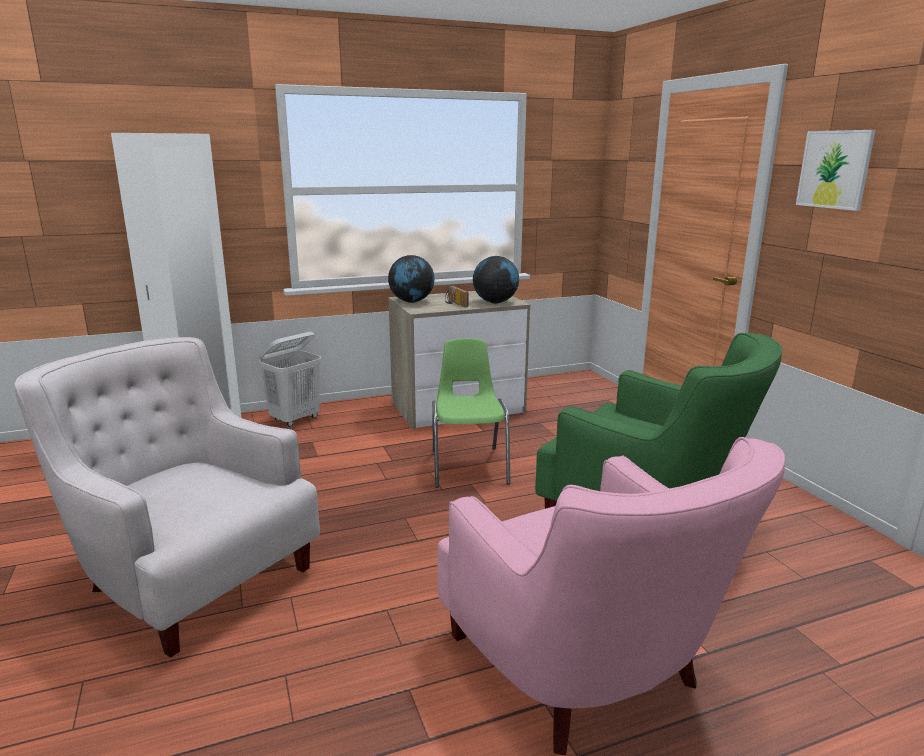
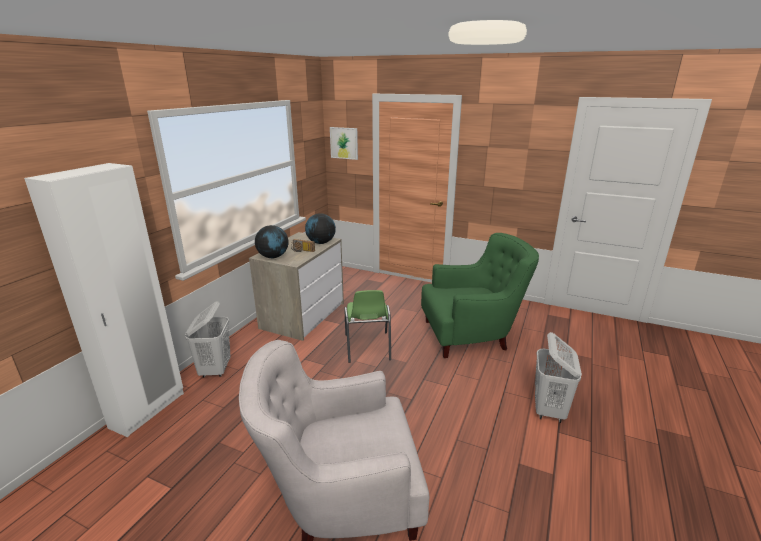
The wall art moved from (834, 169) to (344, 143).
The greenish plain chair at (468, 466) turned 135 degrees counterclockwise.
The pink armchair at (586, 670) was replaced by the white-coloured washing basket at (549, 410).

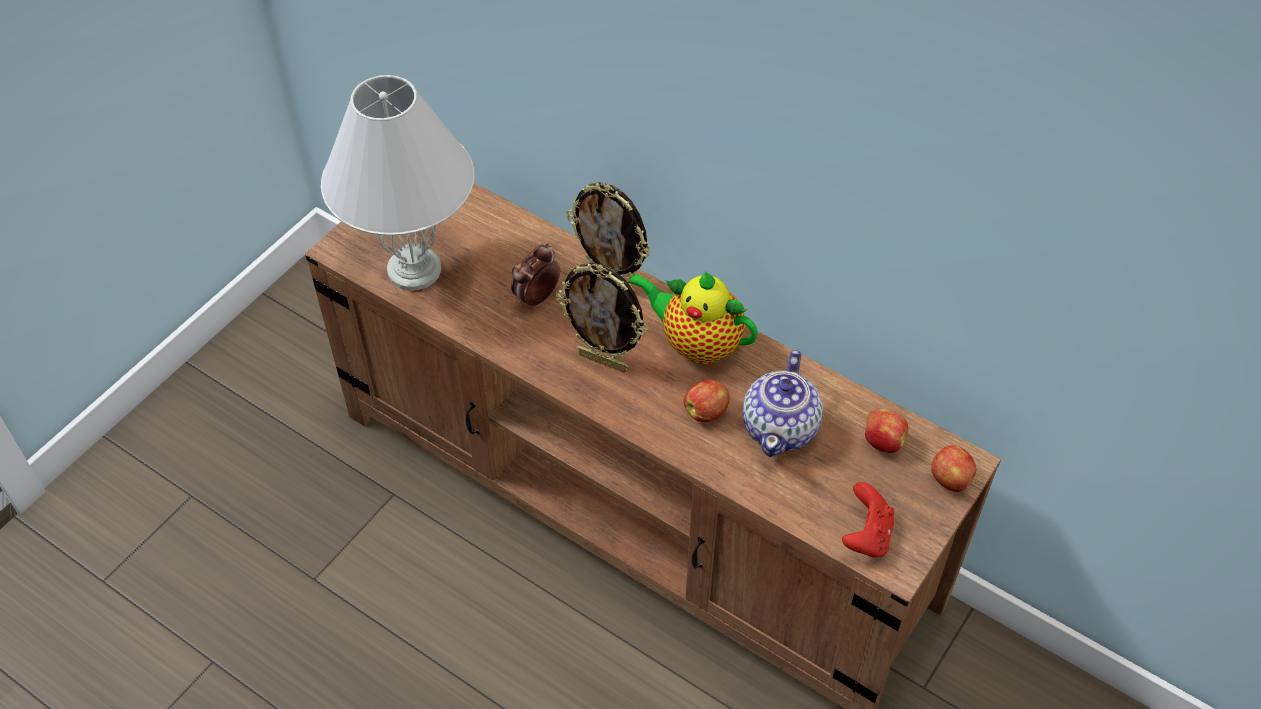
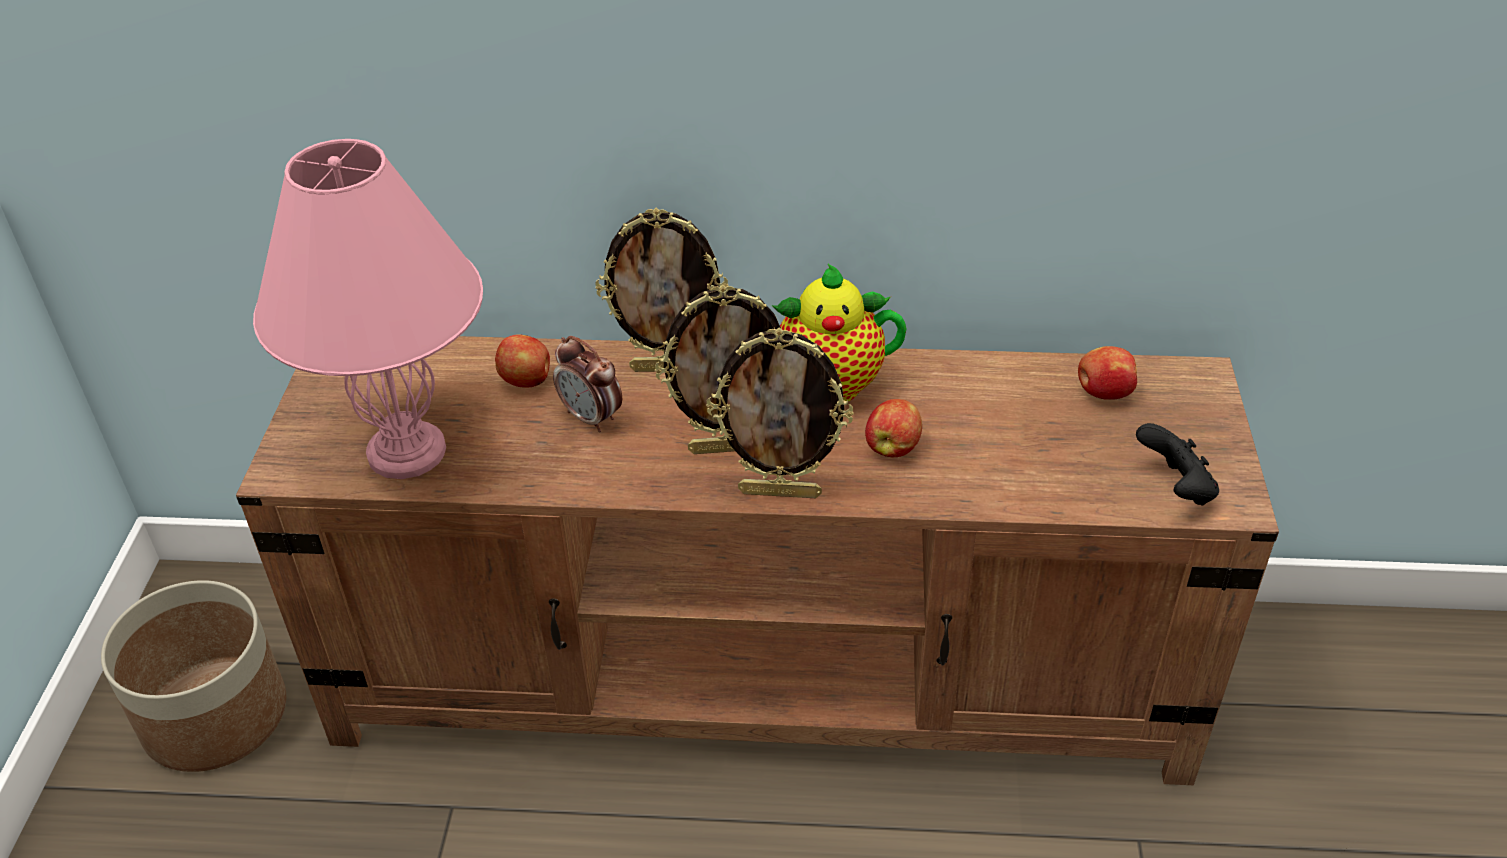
The flower pot at (216, 714) appeared.
The white-coloured tabletop lamp at (415, 269) became the pink tabletop lamp at (406, 450).
The apple fruit moved from (950, 480) to (527, 381).
The alarm clock at (537, 298) turned 60 degrees counterclockwise.
The standing frame at (780, 492) appeared.
The red joypad at (866, 535) became the black-coloured joypad at (1175, 488).
The pot for tea at (781, 427) disappeared.

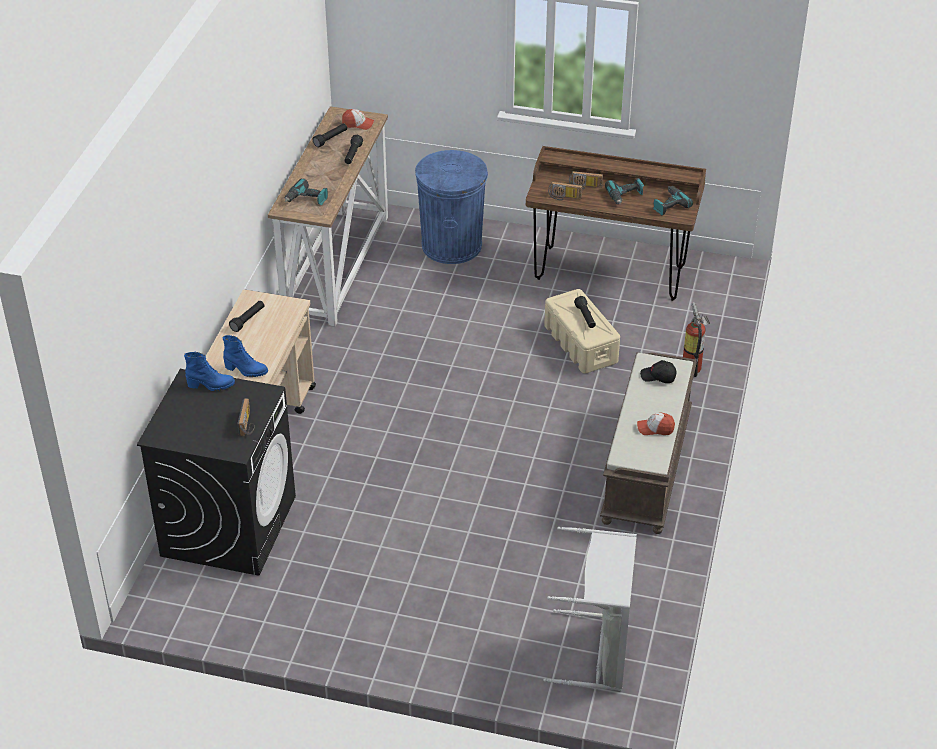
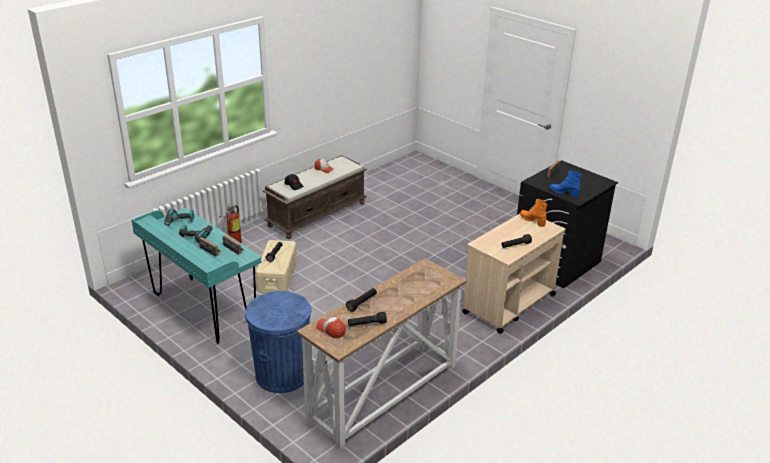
The brownish desk unit at (610, 273) became the turquoise desk unit at (203, 310).
The blue-coloured tall boot at (246, 370) became the orange-coloured tall boot at (532, 220).
The drill at (306, 199) disappeared.
The grey washing basket at (599, 652) disappeared.

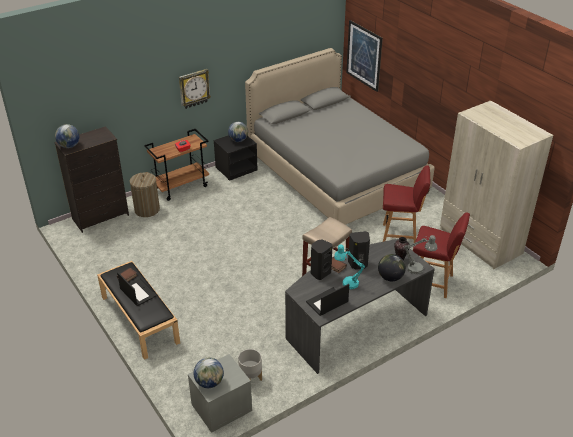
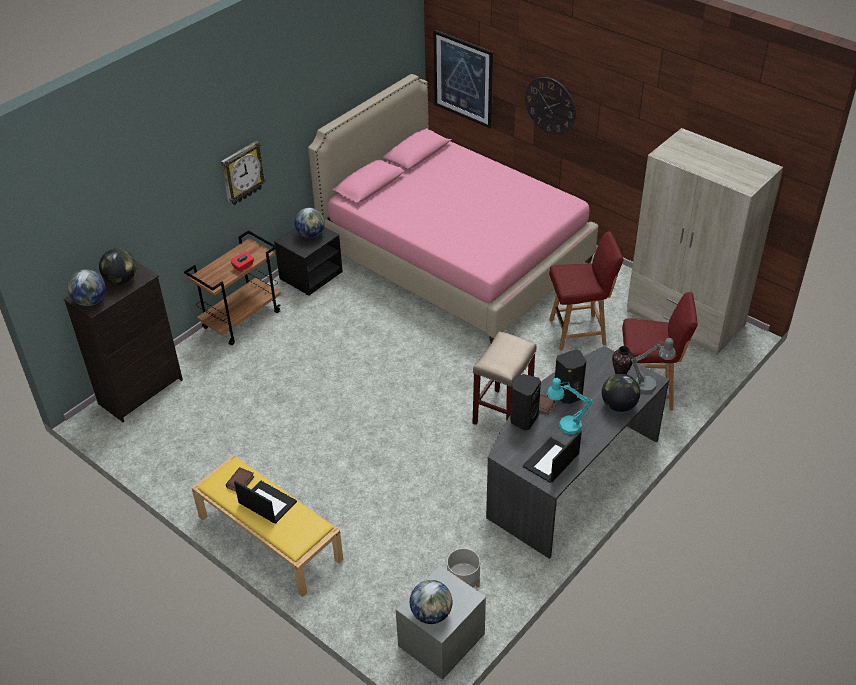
The desk globe at (121, 280) appeared.
The black-coloured bench at (139, 319) became the yellow bench at (268, 538).
The grey bedroom bed at (336, 174) became the pink bedroom bed at (455, 256).
The wall clock at (550, 105) appeared.
The washing basket at (147, 209) disappeared.

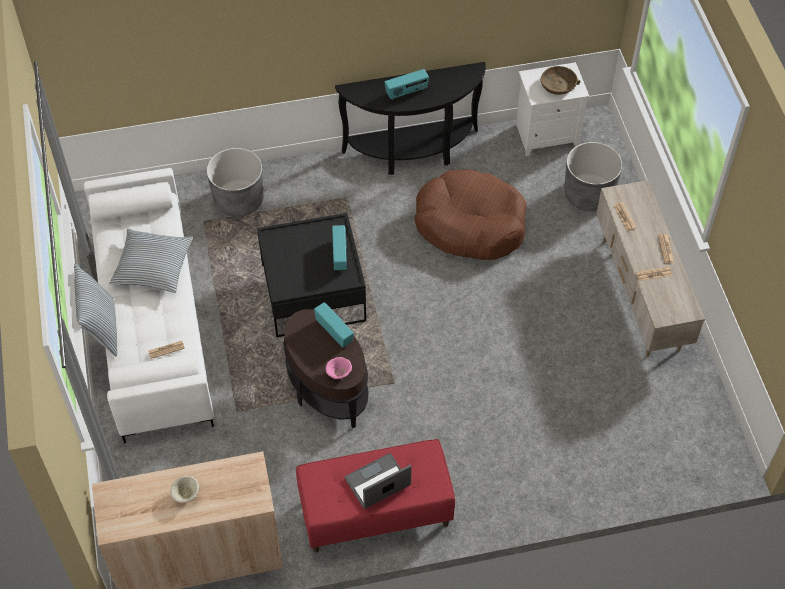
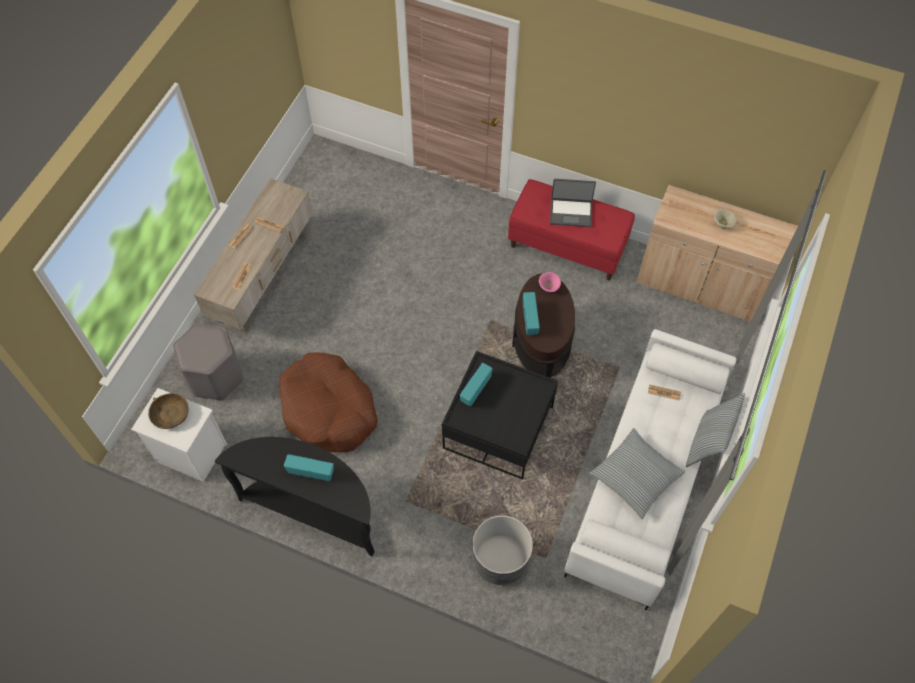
The grey flower pot at (588, 194) was replaced by the grey sitting stool at (215, 377).

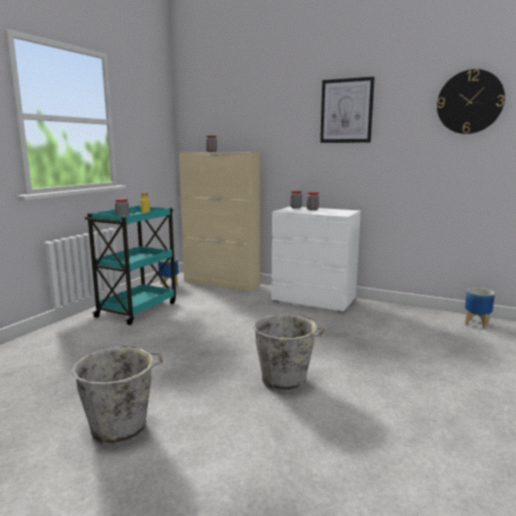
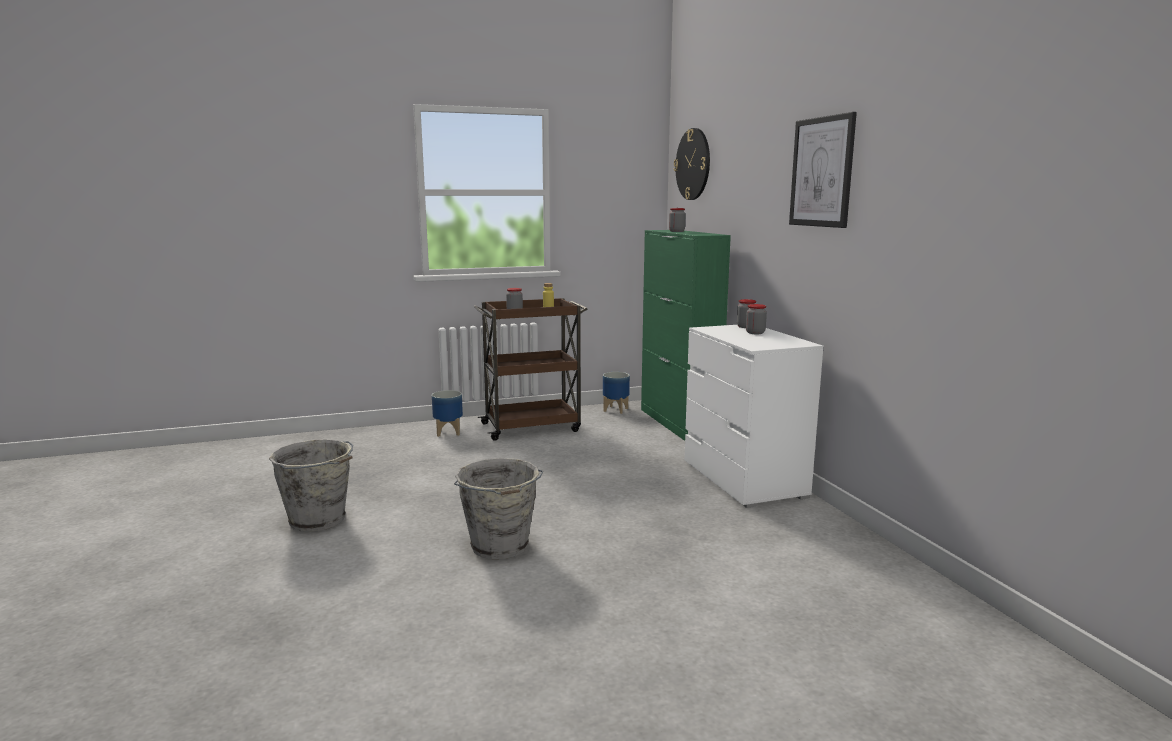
The flower pot moved from (476, 323) to (449, 432).
The turquoise trolley at (138, 309) became the brownish trolley at (532, 427).
The sand-coloured cupboard at (222, 283) became the greenish cupboard at (678, 423).
The wall clock moved from (469, 102) to (693, 164).

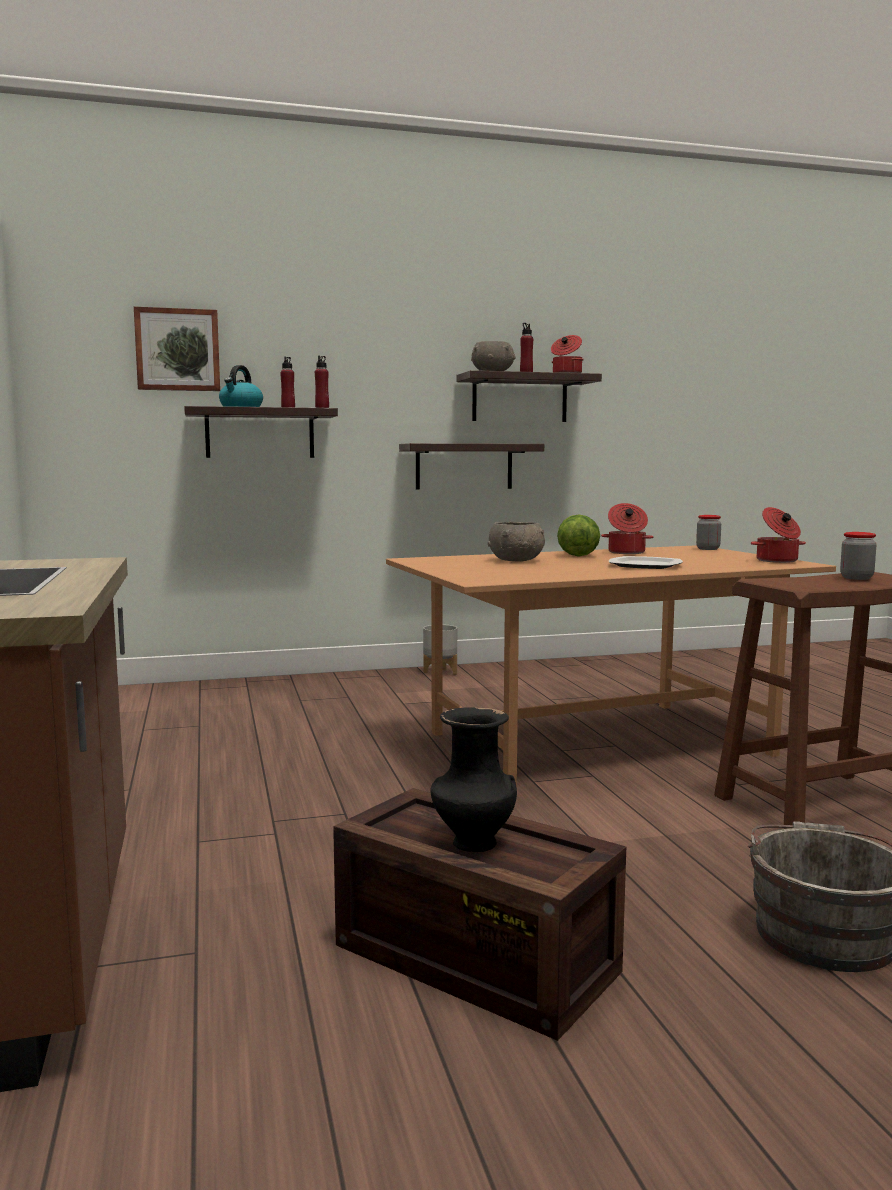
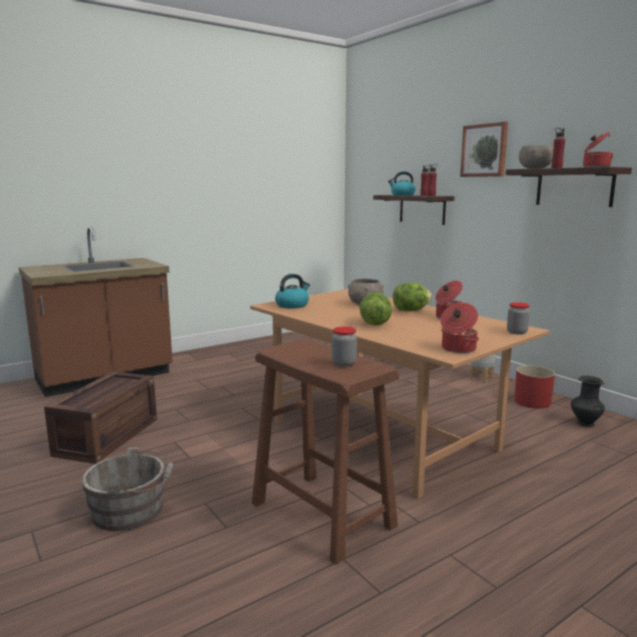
The tea kettle at (292, 305) appeared.
The dinner plate at (645, 565) was replaced by the head of lettuce at (375, 323).
The wall art moved from (177, 350) to (484, 150).
The red flower pot at (532, 402) appeared.
The black-coloured decorative vase moved from (472, 843) to (584, 423).
The bracket shelf at (464, 466) disappeared.

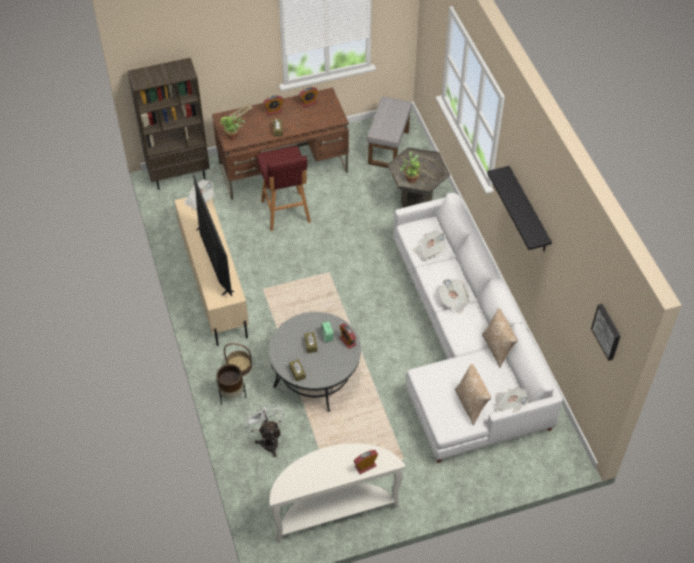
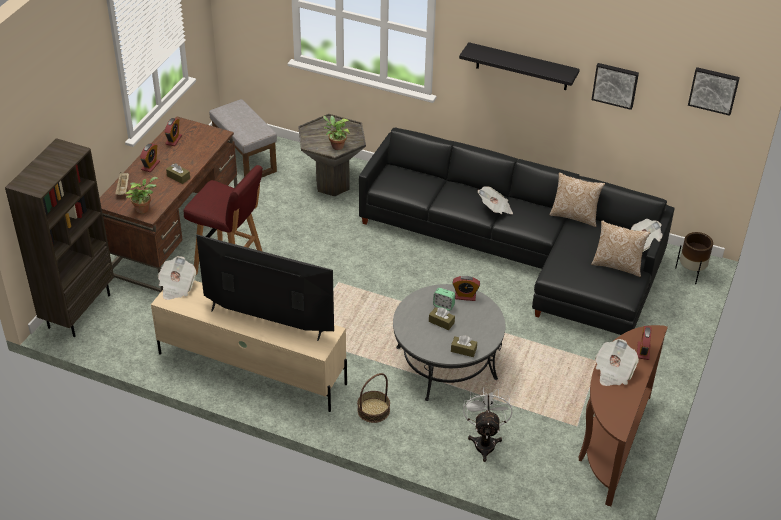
The white-coloured settee at (465, 347) became the black-coloured settee at (522, 252).
The white-coloured electric fan at (268, 440) turned 75 degrees clockwise.
The white-coloured console table at (333, 510) became the brownish console table at (610, 443).
The wall art at (615, 85) appeared.
The newspaper moved from (429, 250) to (613, 372).
The brownish flower pot moved from (232, 395) to (691, 272).

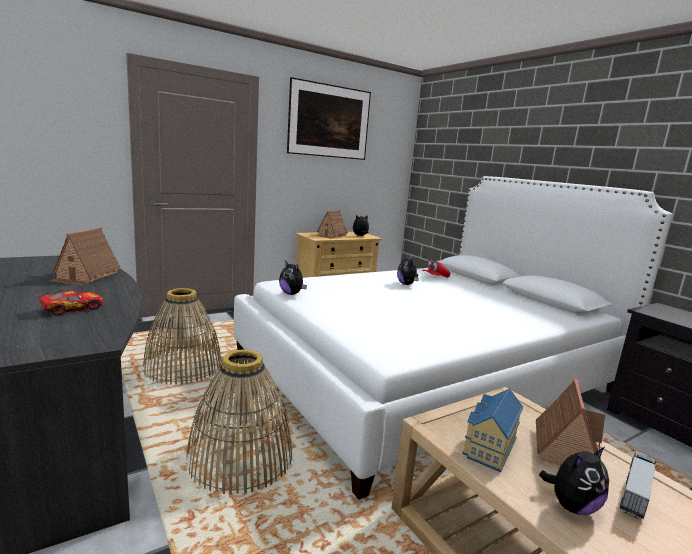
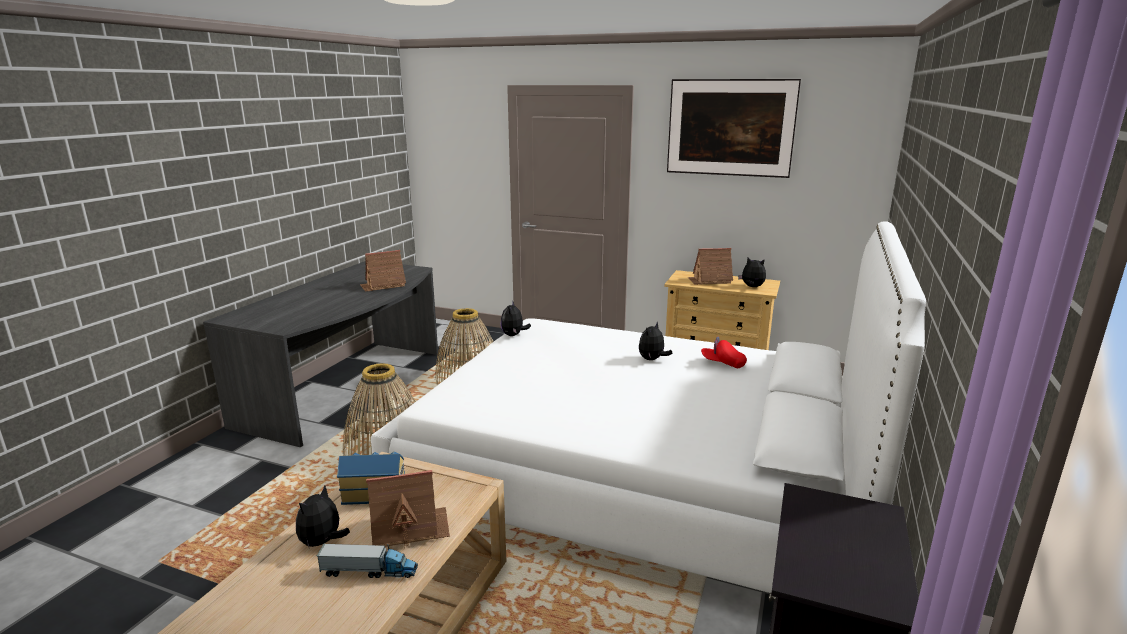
The cuddly toy at (572, 506) turned 90 degrees clockwise.
The toy car at (72, 309) disappeared.

